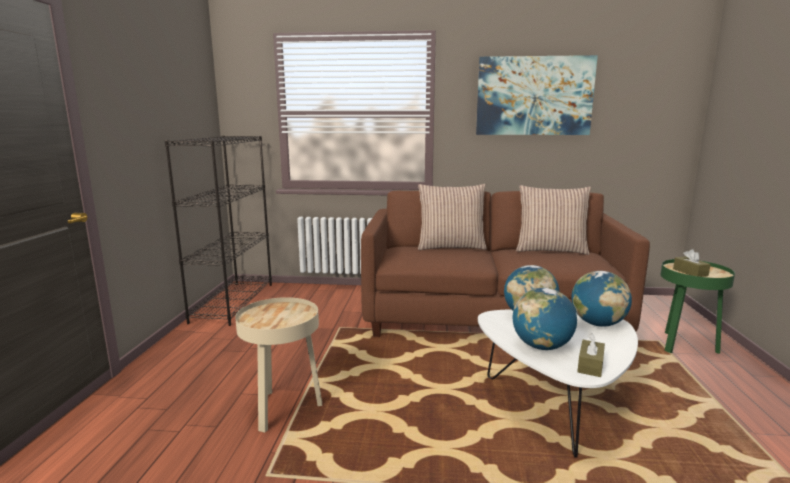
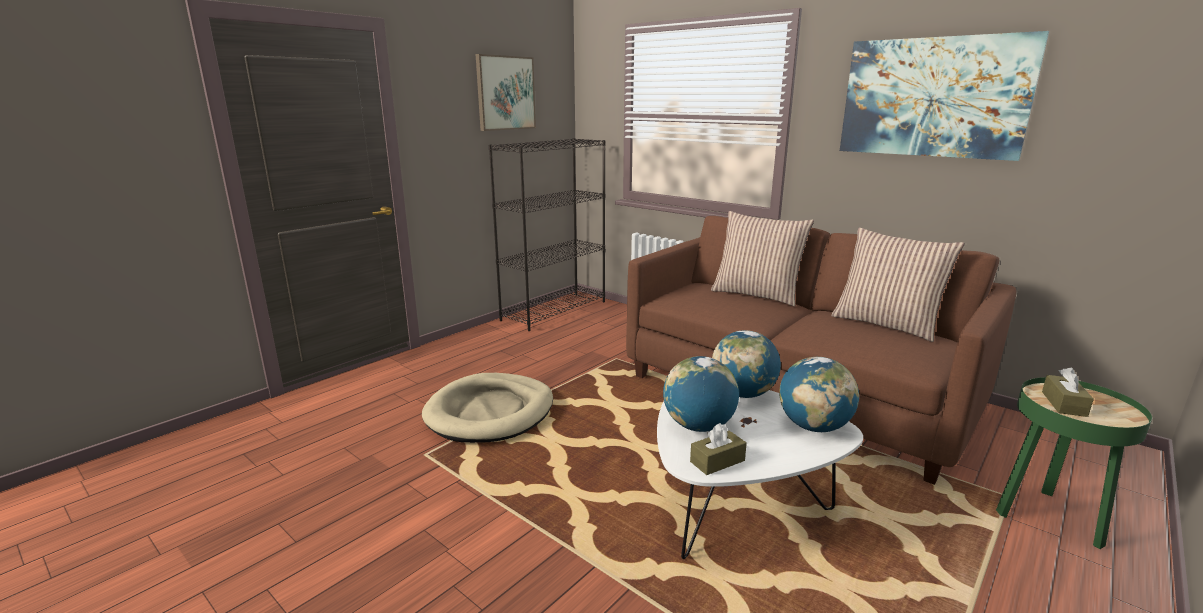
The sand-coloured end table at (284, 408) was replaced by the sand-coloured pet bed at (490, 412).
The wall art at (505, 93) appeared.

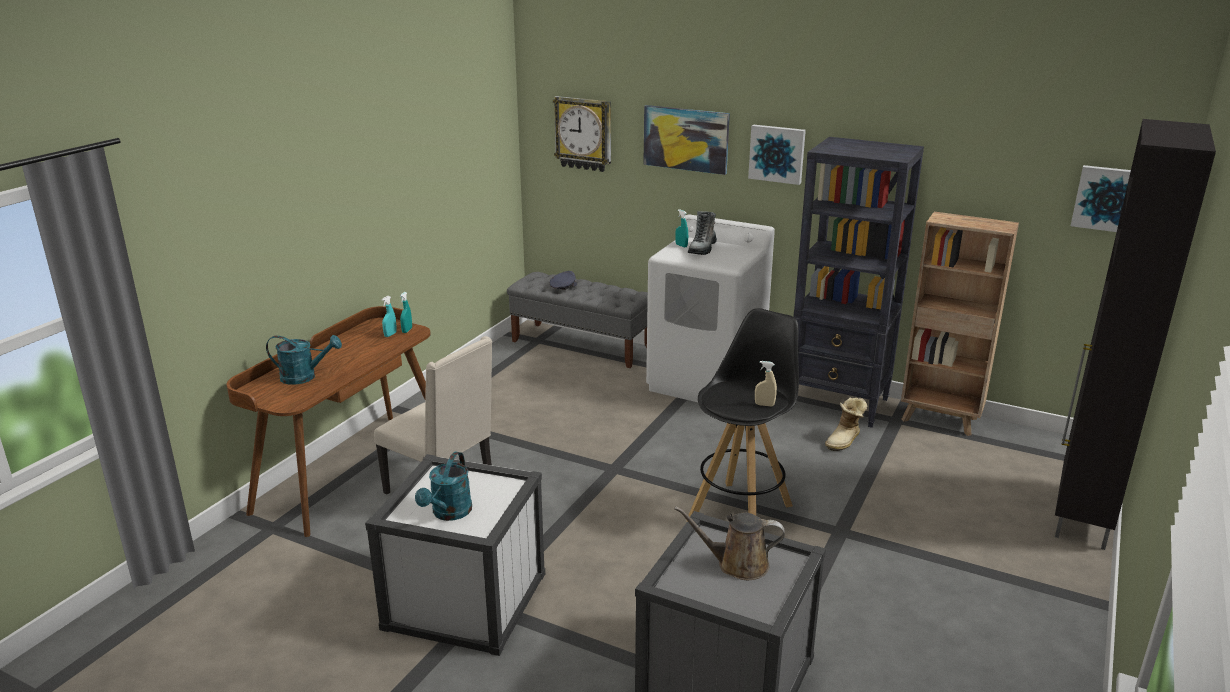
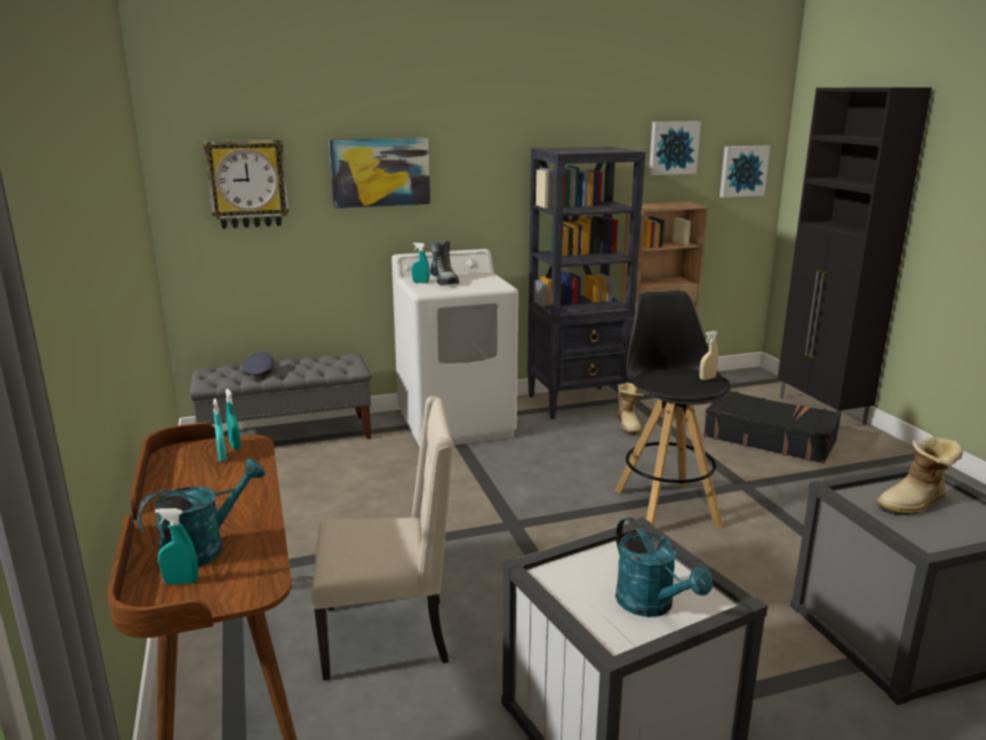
The turquoise sprayer at (181, 582) appeared.
The wall art moved from (777, 153) to (673, 148).
The black-coloured travel case at (769, 438) appeared.
The brownish watering pot at (737, 564) was replaced by the tall boot at (915, 504).

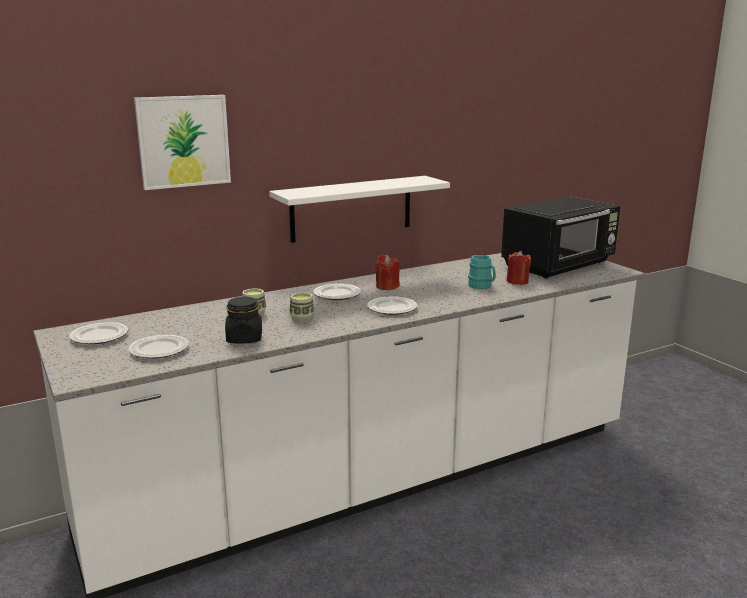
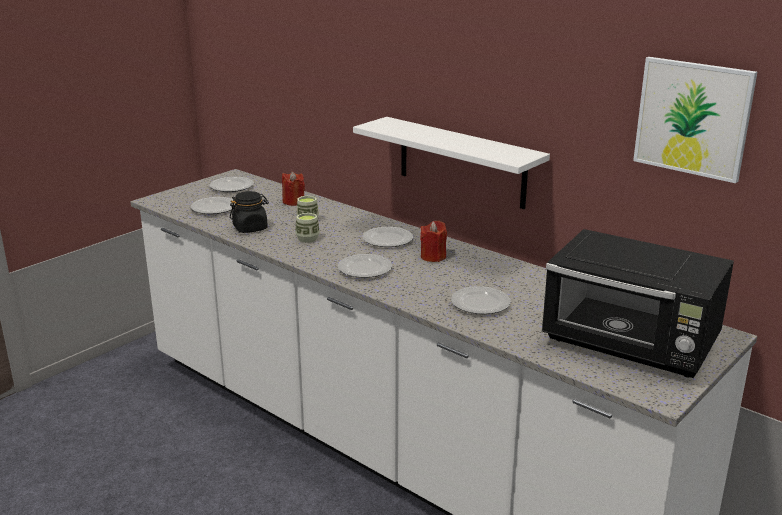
The red candle moved from (517, 281) to (293, 202).
The turquoise coffee mug at (482, 286) was replaced by the dinner plate at (480, 304).
The wall art moved from (183, 141) to (693, 118).

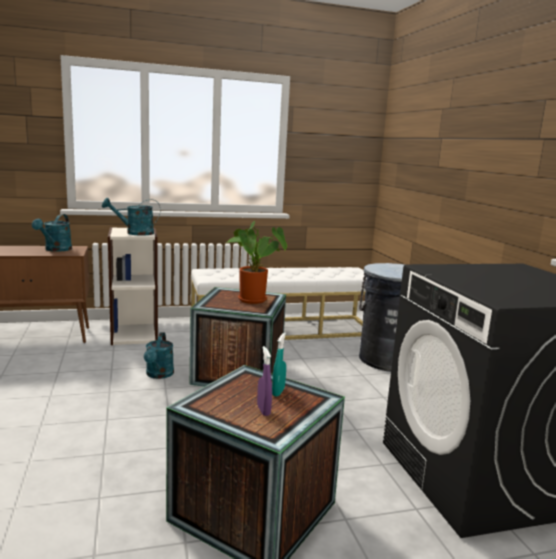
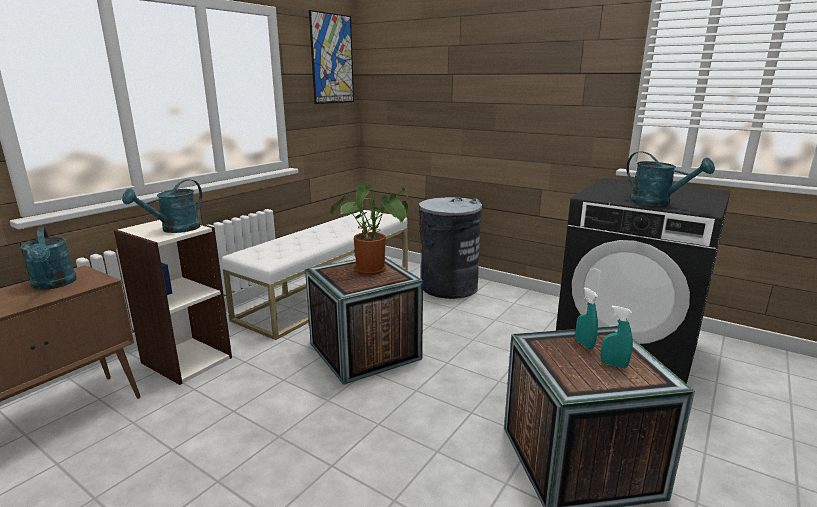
The wall art at (332, 59) appeared.
The purple-coloured sprayer at (263, 410) became the turquoise sprayer at (613, 365).
The turquoise watering pot moved from (158, 375) to (657, 203).

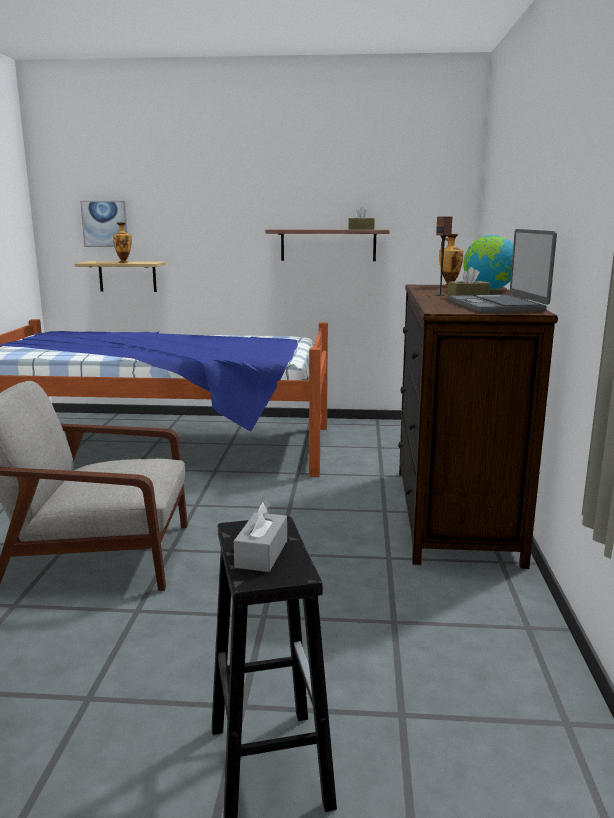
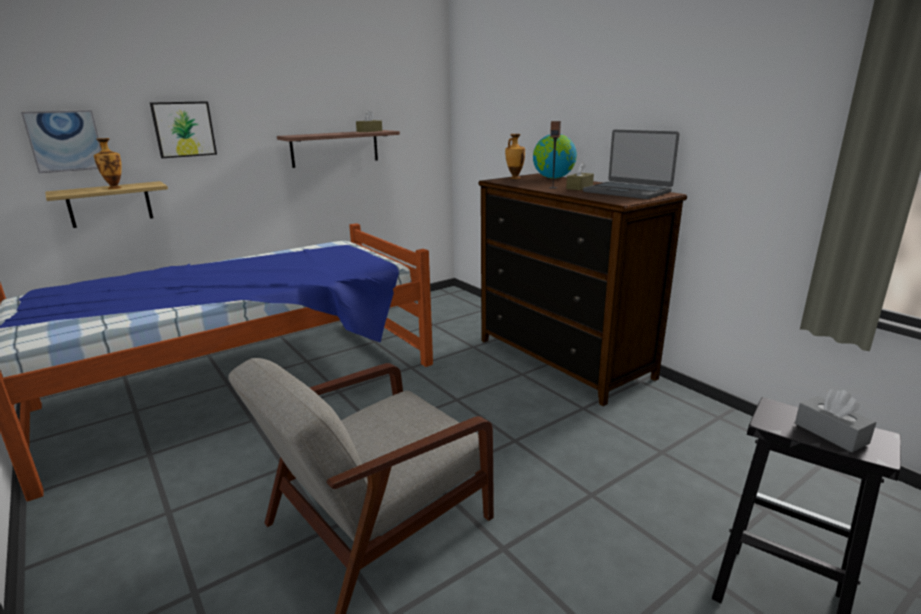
The wall art at (184, 129) appeared.

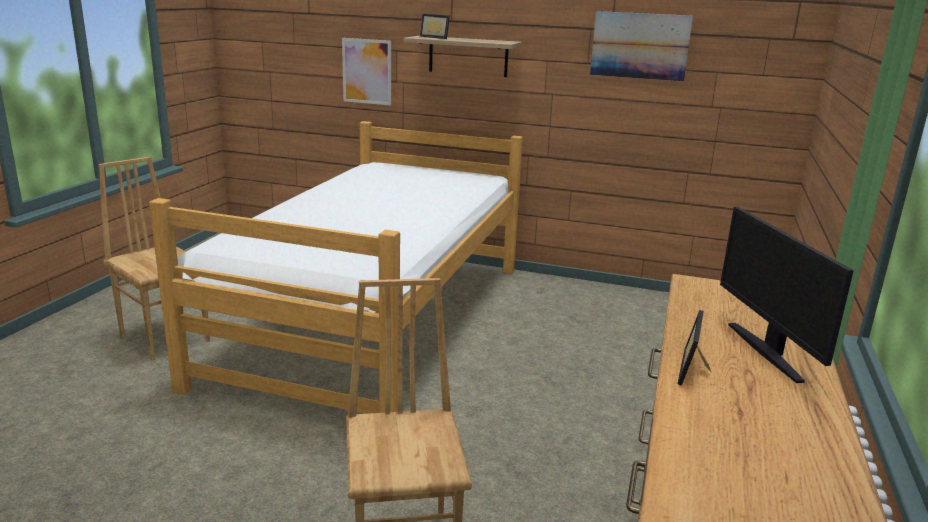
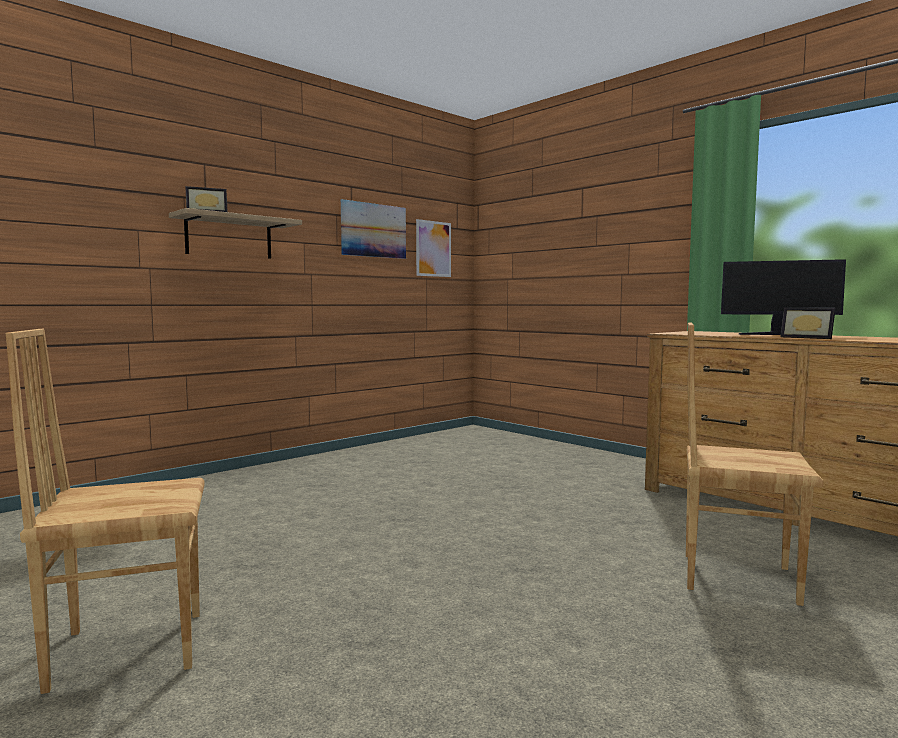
The wall art moved from (367, 71) to (433, 249).
The bedroom bed at (377, 320) disappeared.

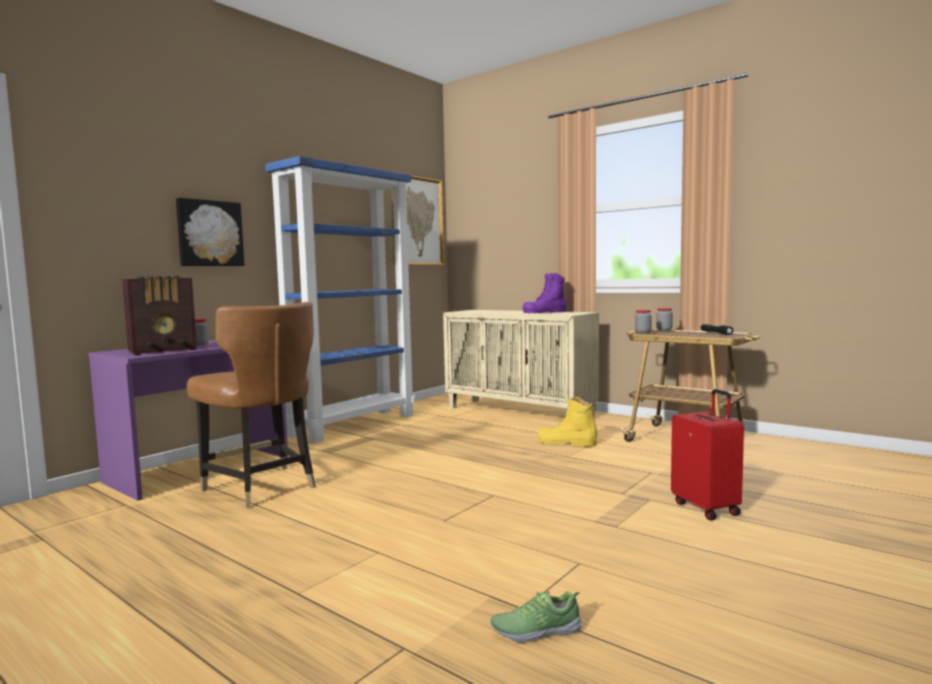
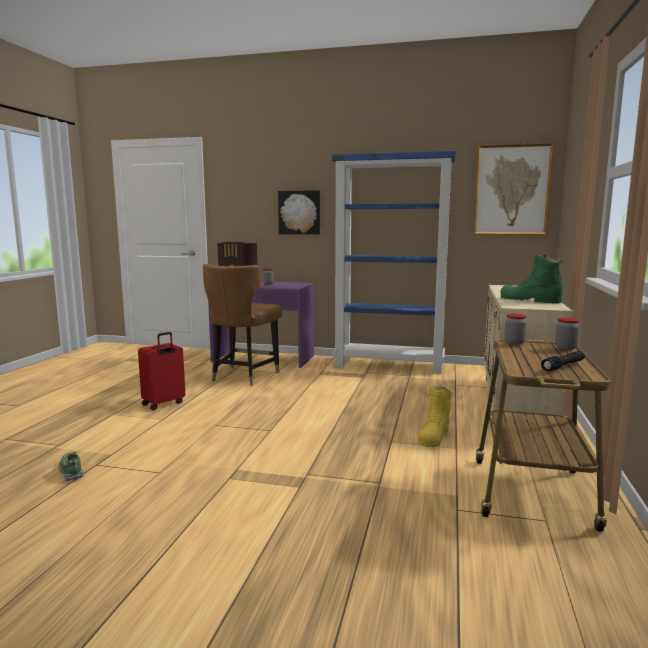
The red travel case moved from (707, 508) to (163, 404).
The yellow tall boot at (566, 443) turned 150 degrees counterclockwise.
The purple-coloured tall boot at (545, 312) became the greenish tall boot at (529, 300).

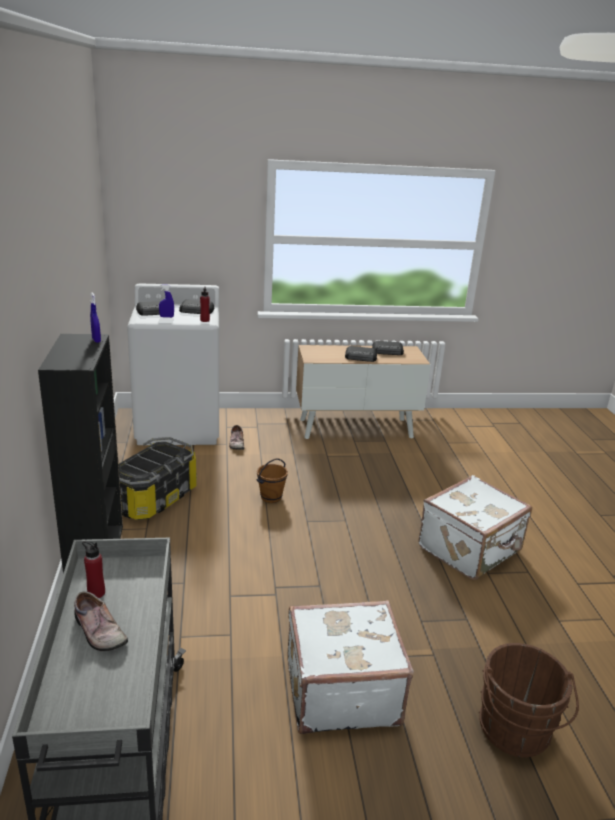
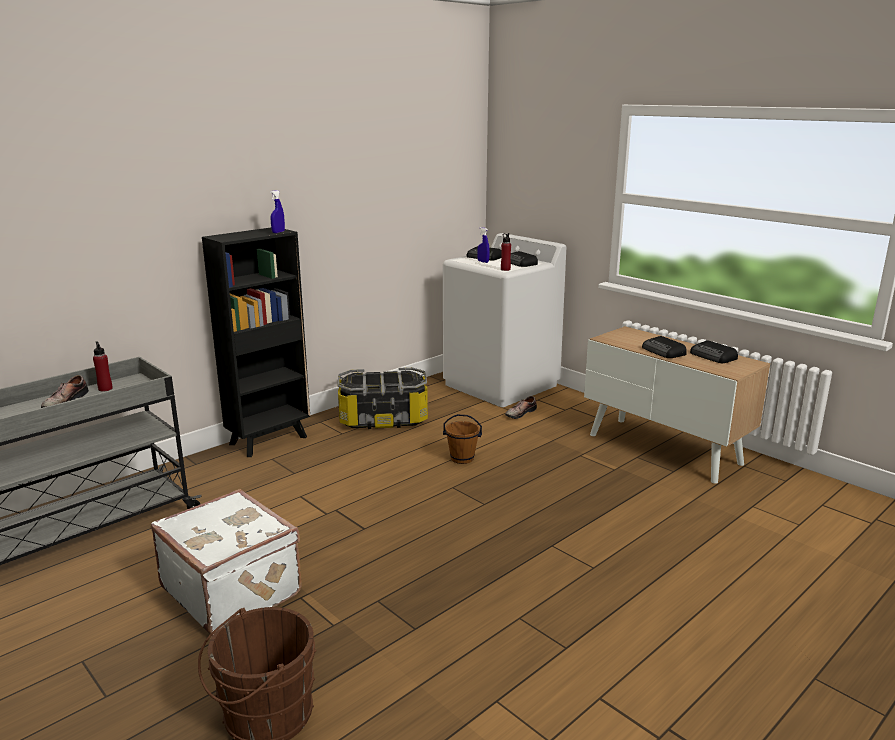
The white-coloured travel case at (471, 550) disappeared.

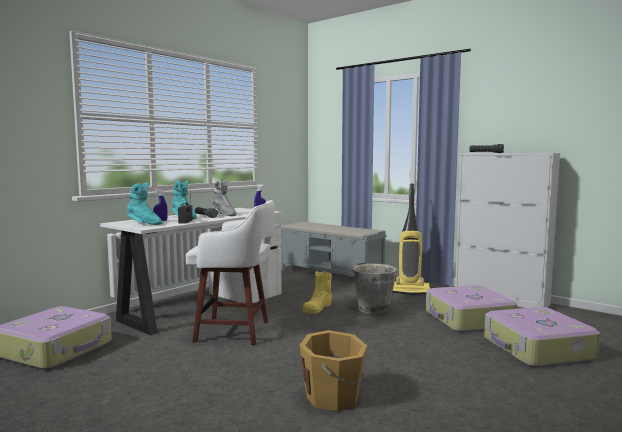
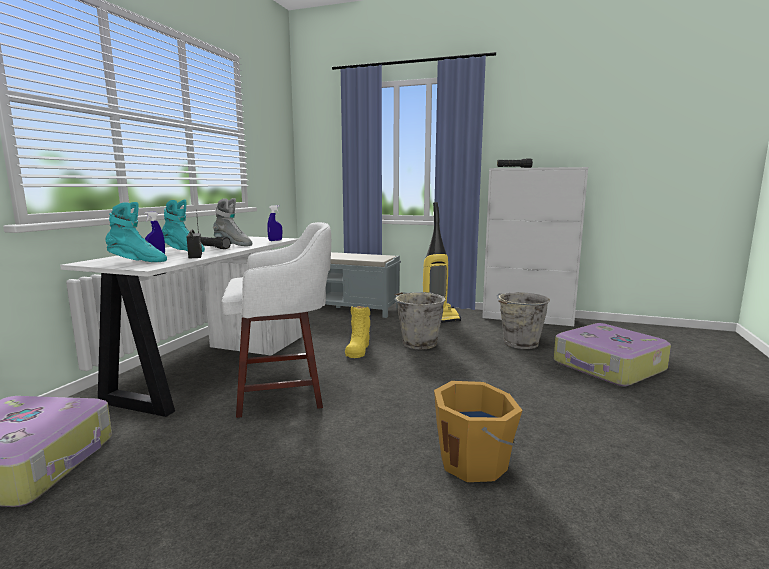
The travel case at (468, 319) was replaced by the grey water bucket at (519, 343).

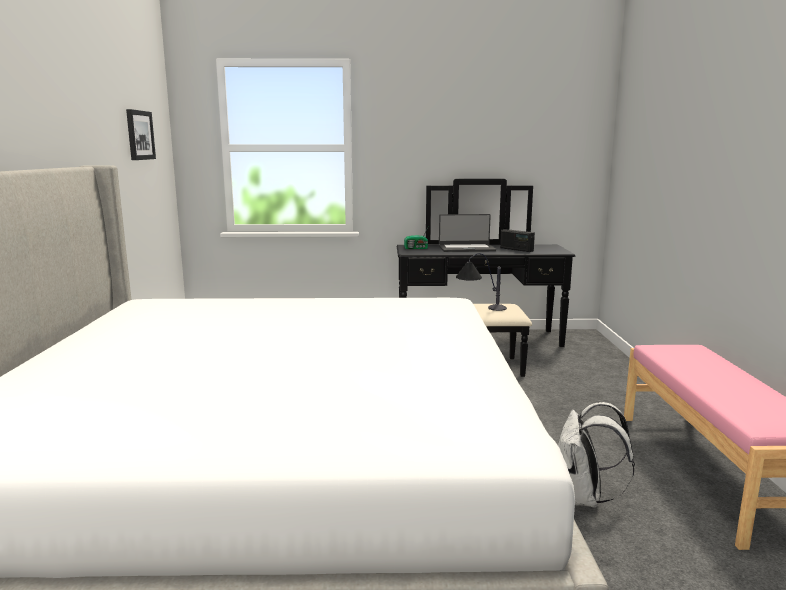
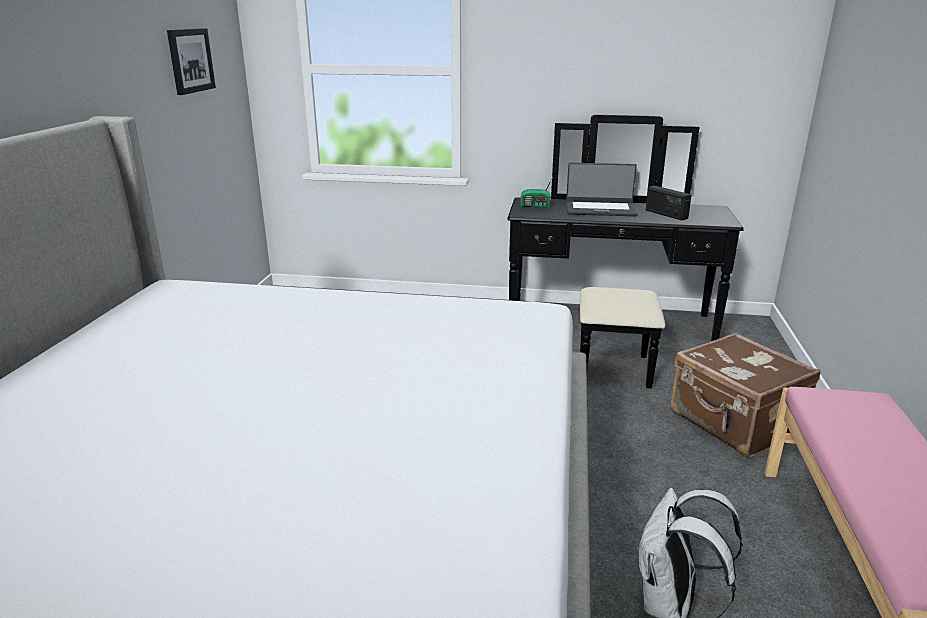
The brownish travel case at (734, 423) appeared.
The tabletop lamp at (478, 308) disappeared.

